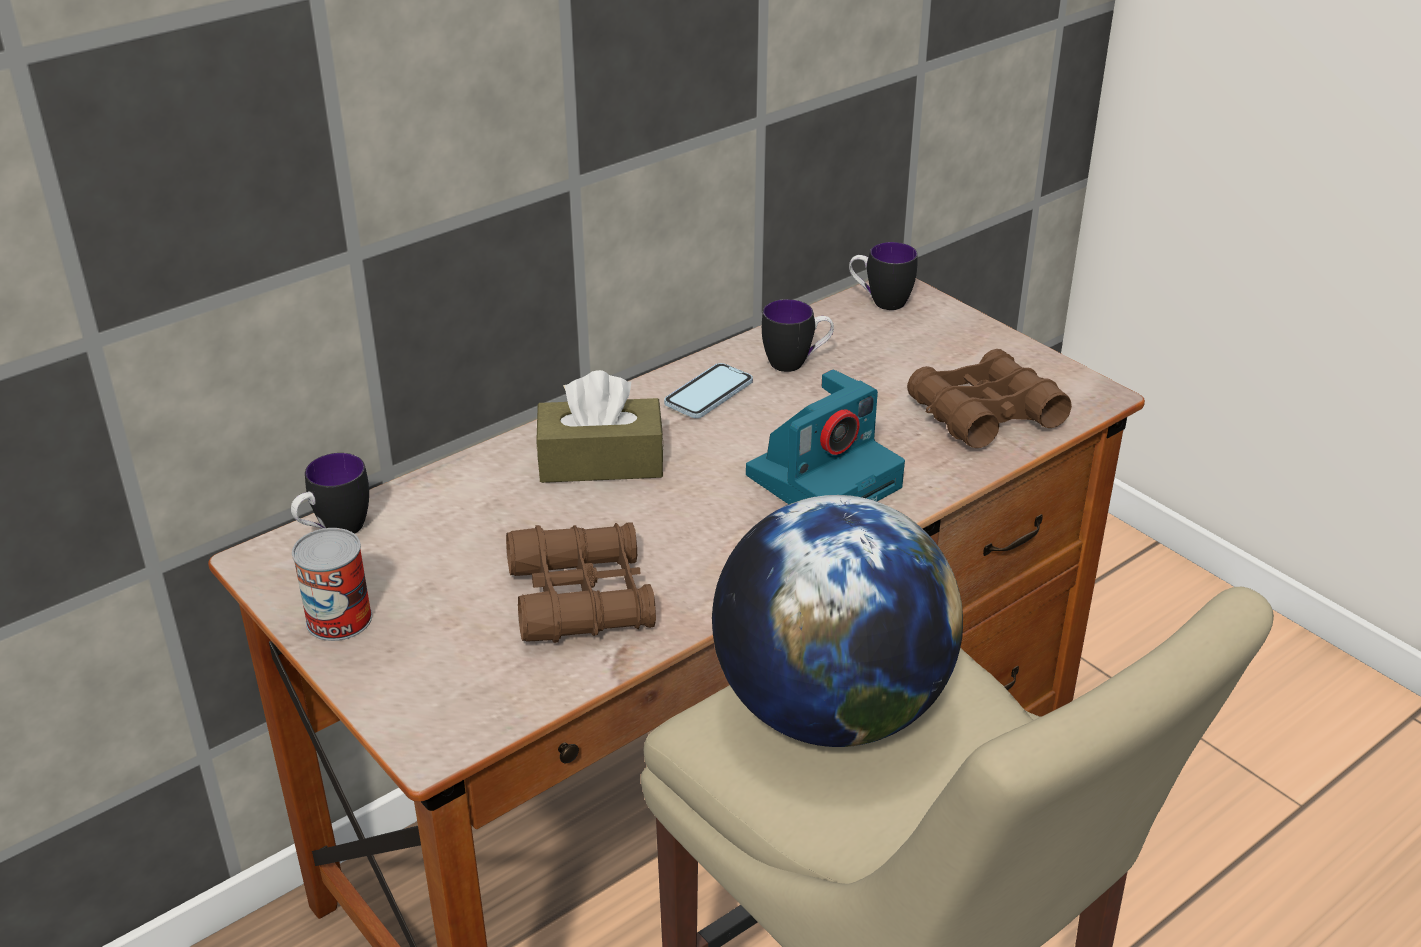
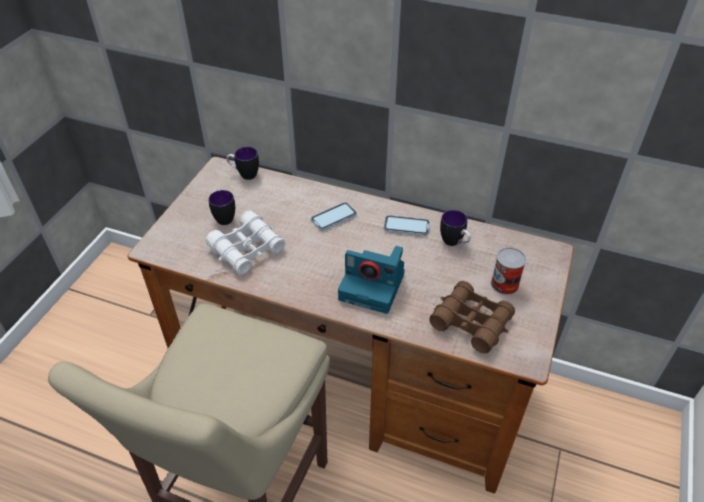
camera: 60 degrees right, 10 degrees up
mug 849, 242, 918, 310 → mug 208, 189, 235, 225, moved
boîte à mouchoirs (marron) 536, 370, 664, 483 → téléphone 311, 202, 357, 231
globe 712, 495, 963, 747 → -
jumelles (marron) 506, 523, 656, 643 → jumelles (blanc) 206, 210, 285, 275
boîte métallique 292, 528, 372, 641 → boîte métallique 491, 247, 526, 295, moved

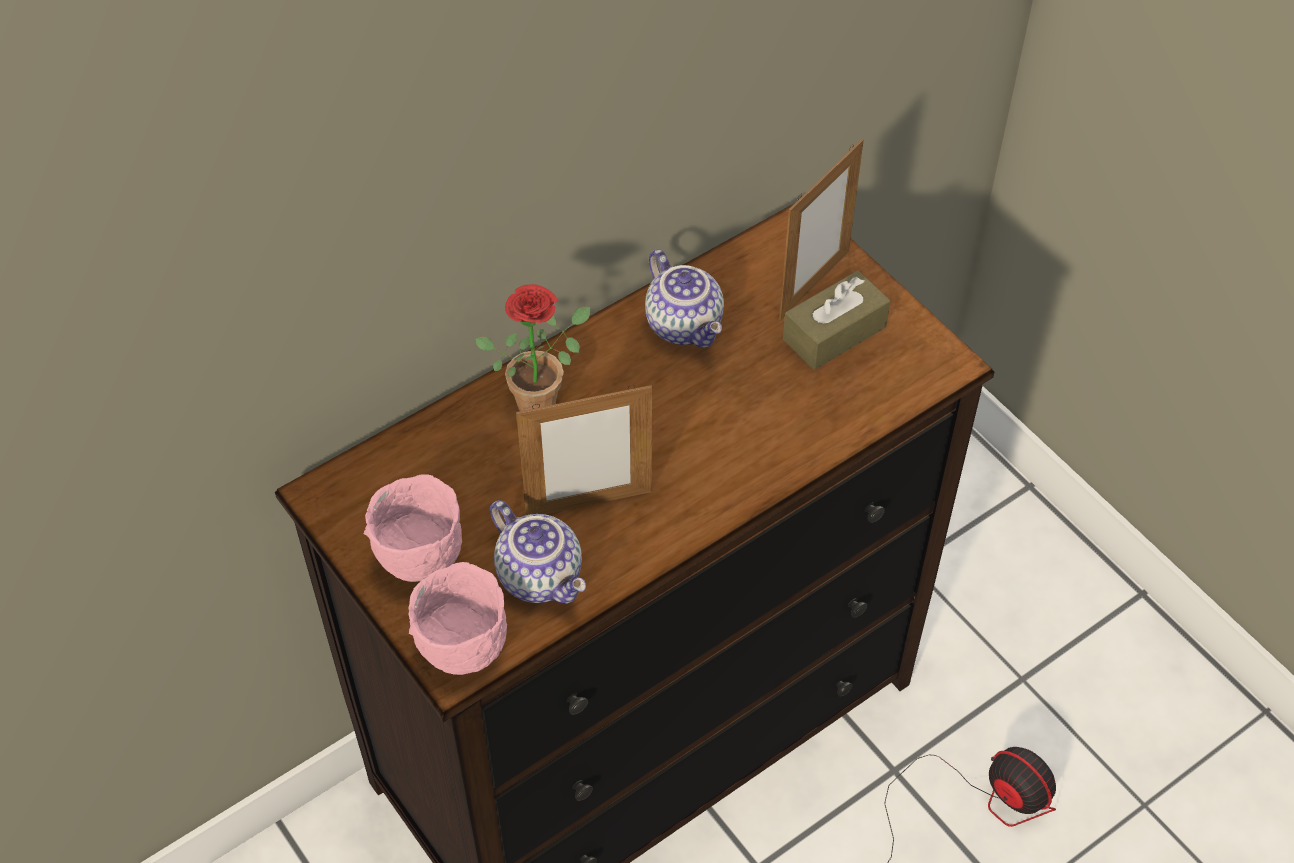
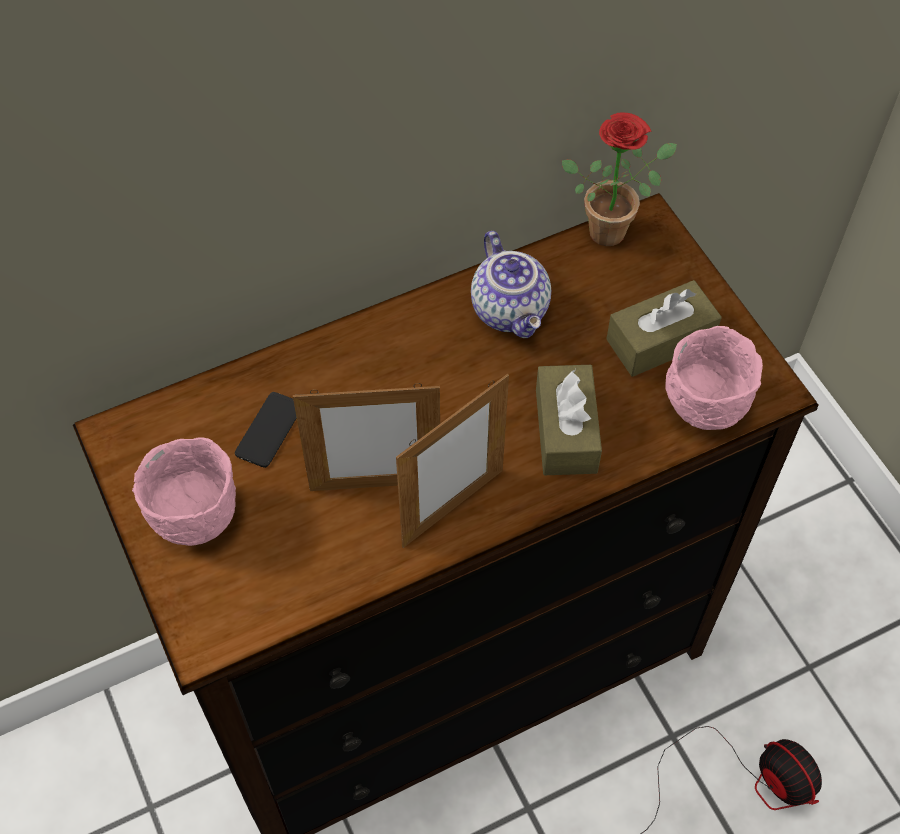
camera: 10 degrees right, 5 degrees up
cadre photo 779, 139, 864, 320 → cadre photo 396, 374, 509, 548, moved
plante en pot 475, 284, 590, 411 → plante en pot 562, 113, 677, 246, moved
théière 490, 500, 586, 604 → -
bol (rose) 408, 562, 507, 675 → bol (rose) 665, 326, 763, 430, moved
- → boîte à mouchoirs (marron) 536, 365, 602, 475
- → téléphone 235, 392, 297, 468

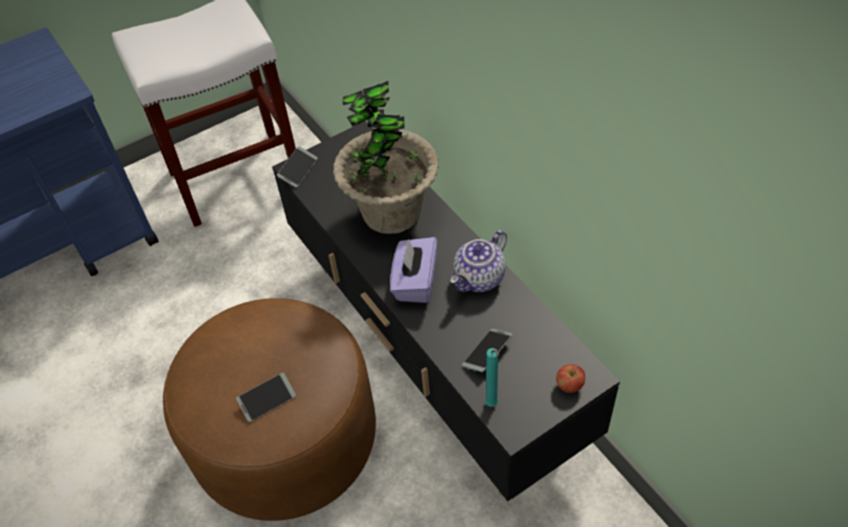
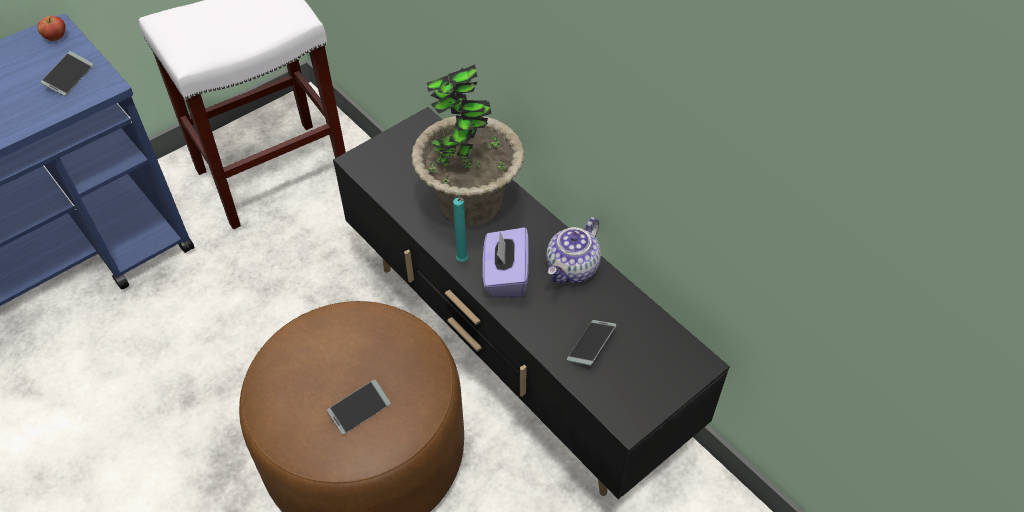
camera: 10 degrees left, 0 degrees up
téléphone 277, 146, 318, 188 → téléphone 41, 51, 93, 96, moved
bougie (turquoise) 485, 348, 499, 407 → bougie (turquoise) 453, 198, 468, 262, moved
pomme 556, 364, 585, 393 → pomme 37, 16, 66, 41, moved

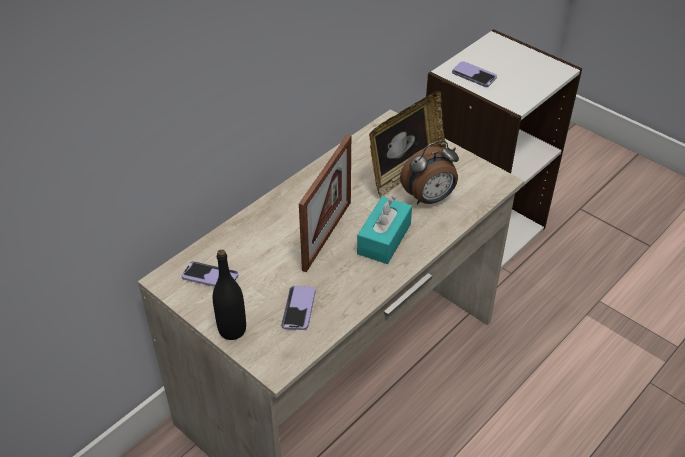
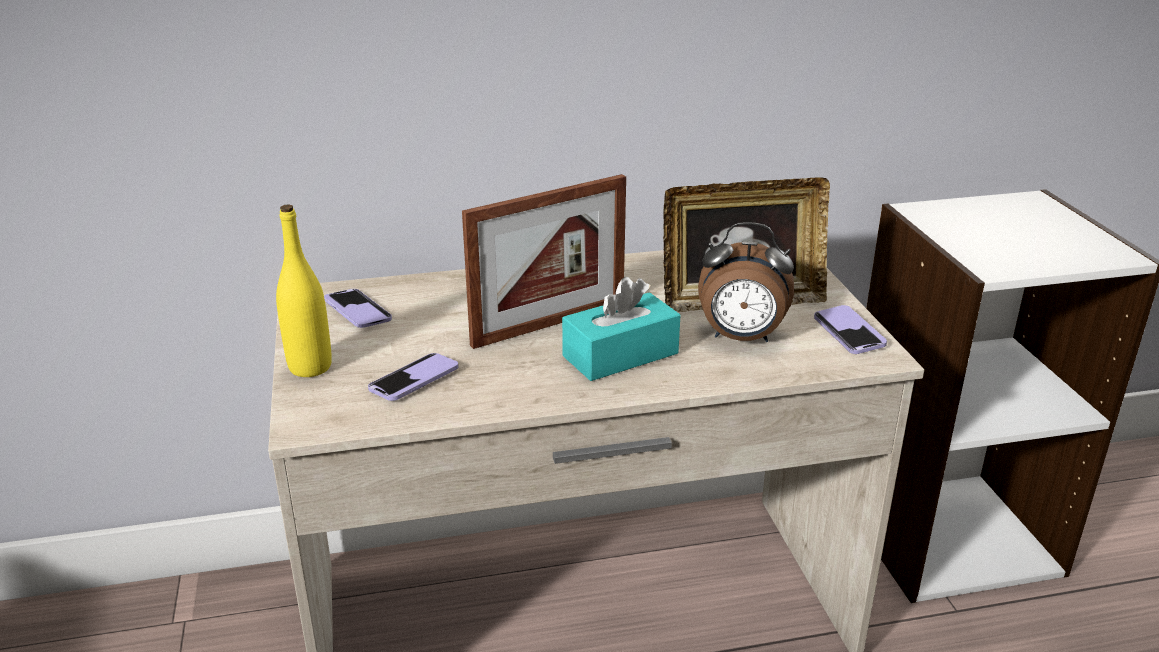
camera: 35 degrees right, 15 degrees down
téléphone 452, 61, 497, 87 → téléphone 814, 305, 887, 354, moved
bouteille (noir) 213, 250, 246, 340 → bouteille (jaune) 276, 204, 332, 377

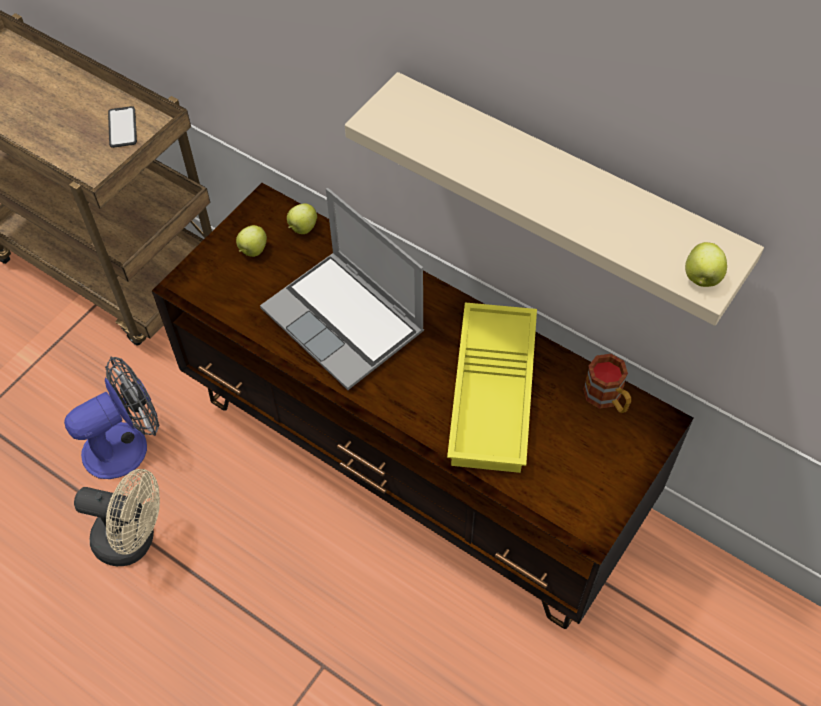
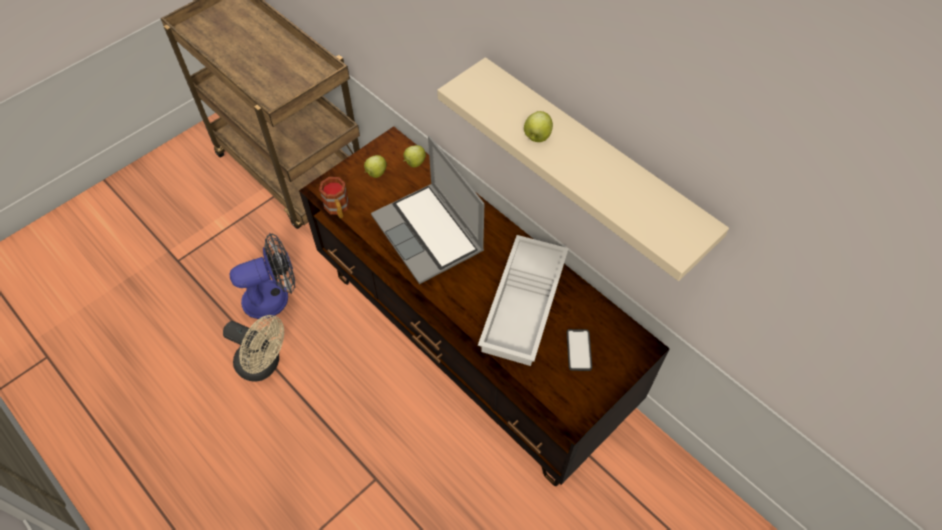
camera: 10 degrees right, 0 degrees up
téléphone 108, 106, 137, 148 → téléphone 567, 329, 592, 371, moved
pomme 685, 242, 727, 287 → pomme 524, 111, 553, 142, moved
plateau (jaune) 447, 302, 537, 473 → plateau (blanc) 478, 235, 569, 366
mug 583, 354, 631, 413 → mug 319, 177, 349, 219, moved

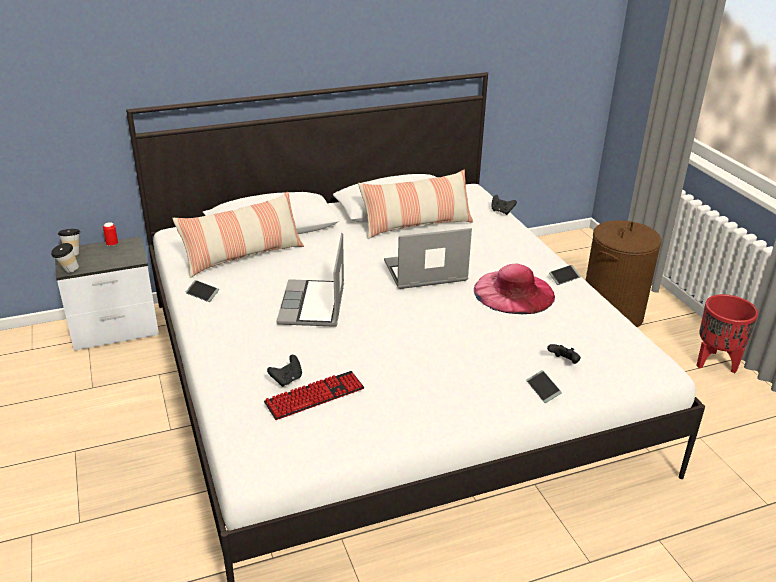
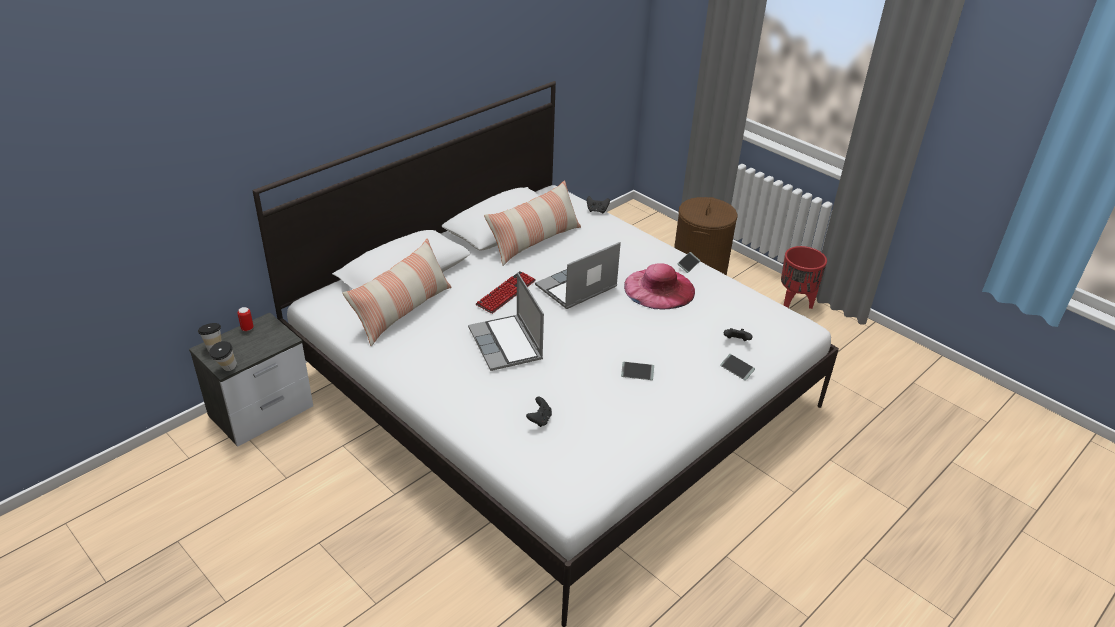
camera: 25 degrees left, 5 degrees up
téléphone 186, 280, 219, 302 → téléphone 621, 362, 654, 380, moved
clavier 264, 371, 365, 420 → clavier 476, 271, 536, 314, moved

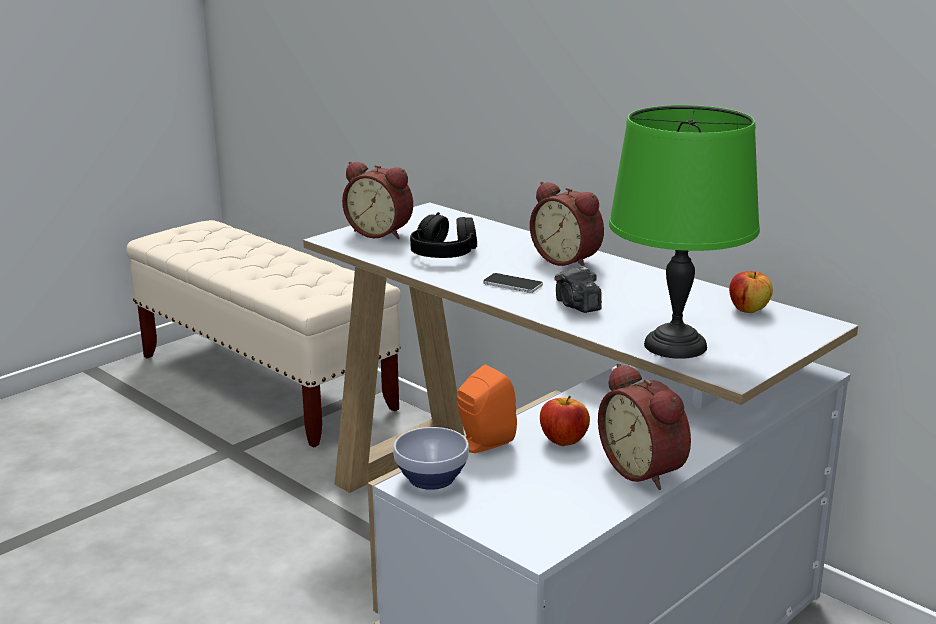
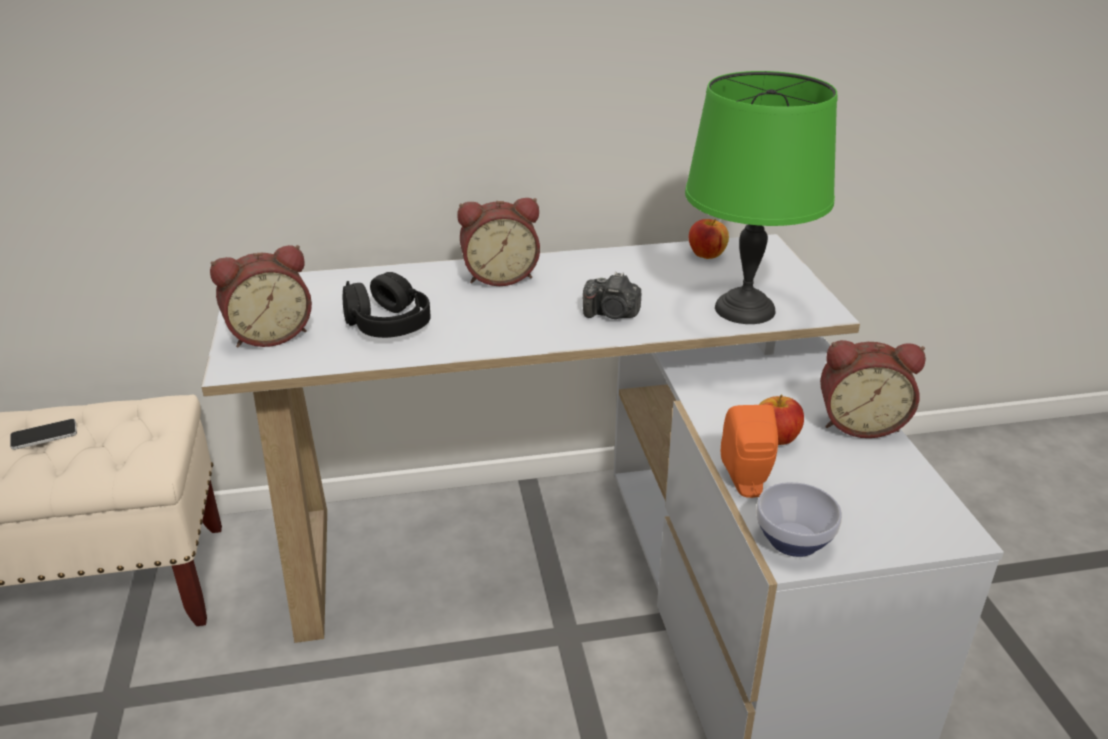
camera: 55 degrees left, 10 degrees up
téléphone 483, 273, 543, 293 → téléphone 10, 419, 77, 450, moved

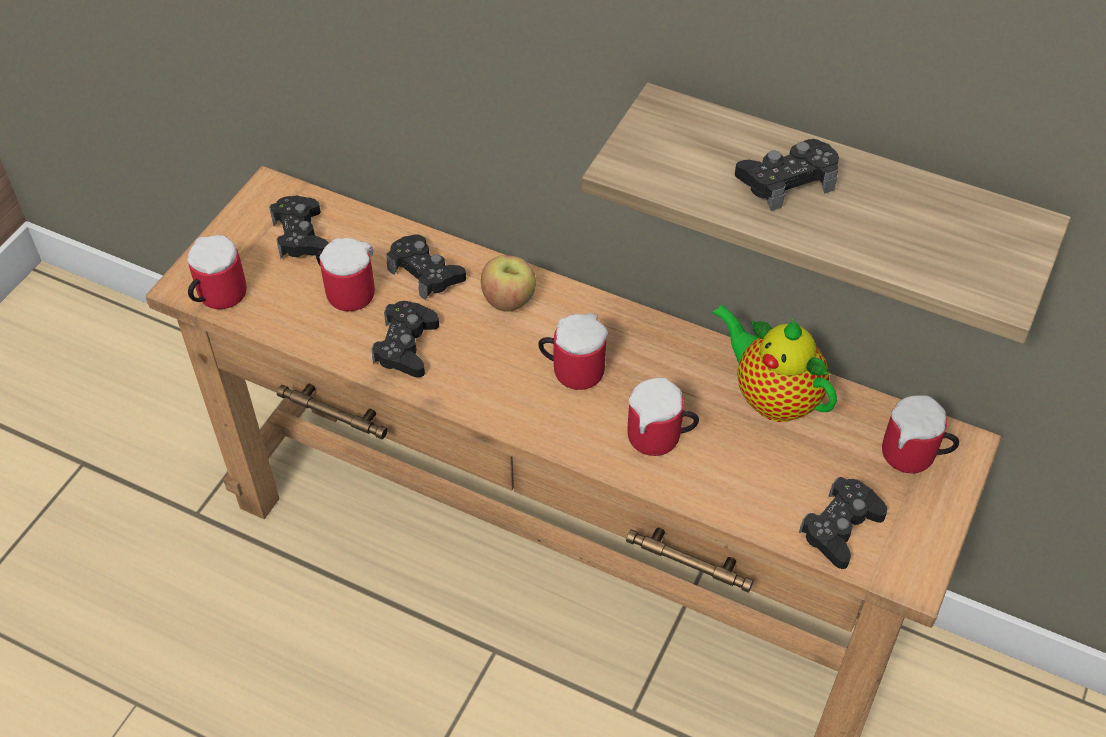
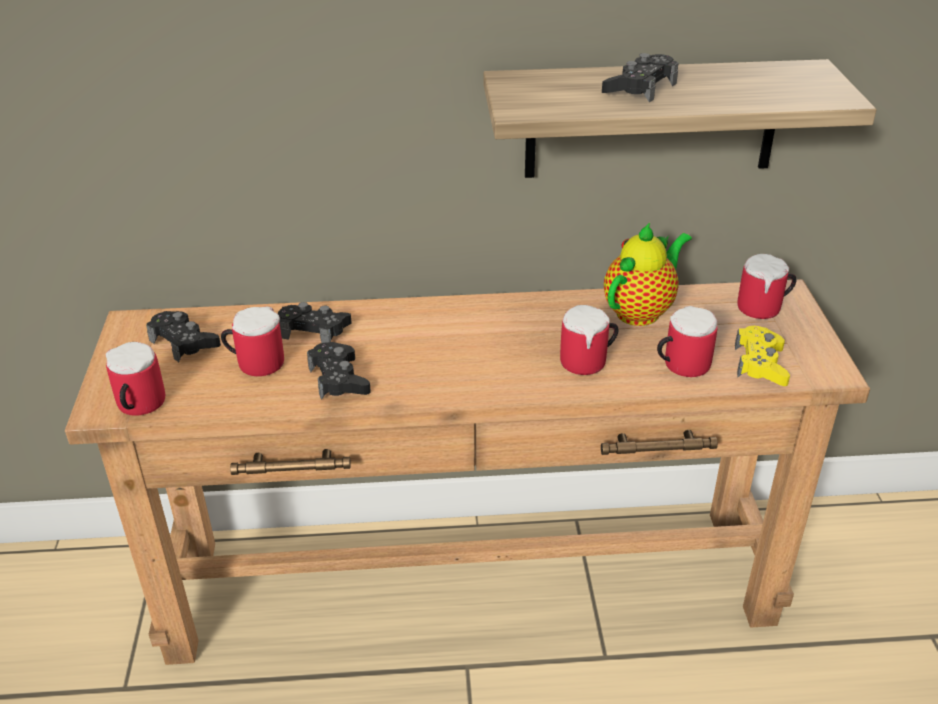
camera: 30 degrees left, 15 degrees down
pomme 481, 255, 536, 312 → -
théière 712, 304, 837, 422 → théière 604, 223, 692, 326, 120 degrees clockwise
mug 538, 313, 607, 390 → mug 657, 306, 717, 377, moved
manette (noir) 799, 477, 887, 569 → manette (jaune) 735, 326, 790, 386

